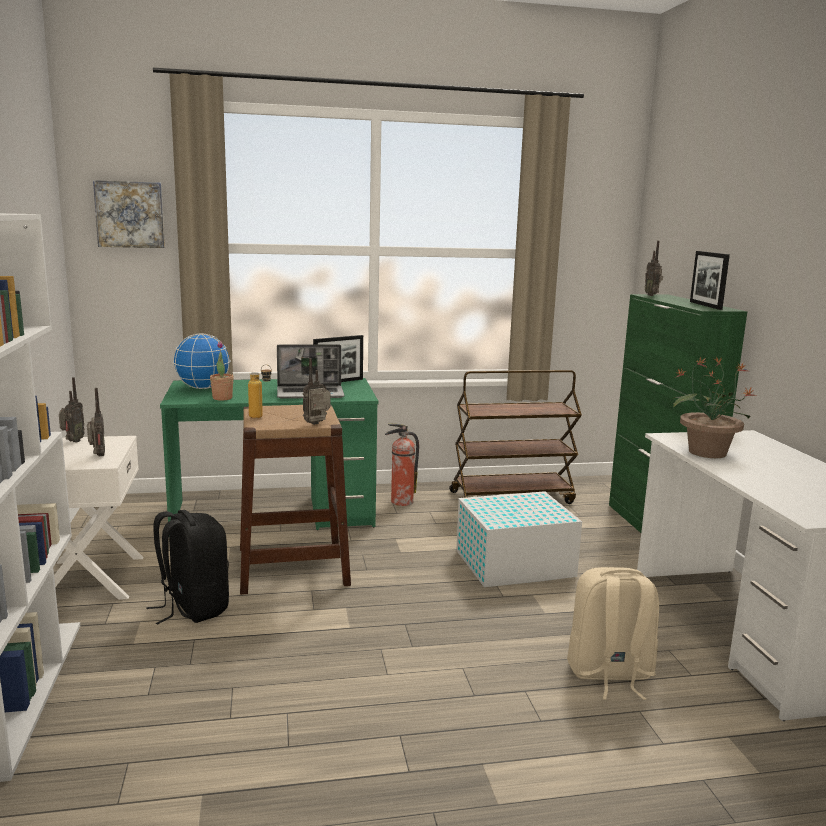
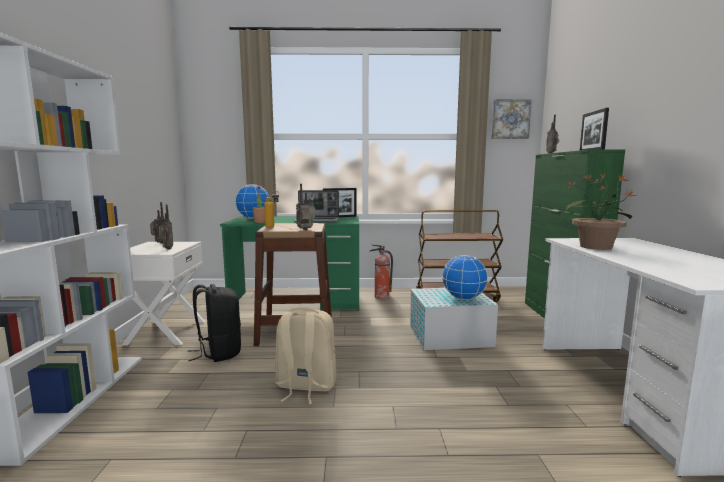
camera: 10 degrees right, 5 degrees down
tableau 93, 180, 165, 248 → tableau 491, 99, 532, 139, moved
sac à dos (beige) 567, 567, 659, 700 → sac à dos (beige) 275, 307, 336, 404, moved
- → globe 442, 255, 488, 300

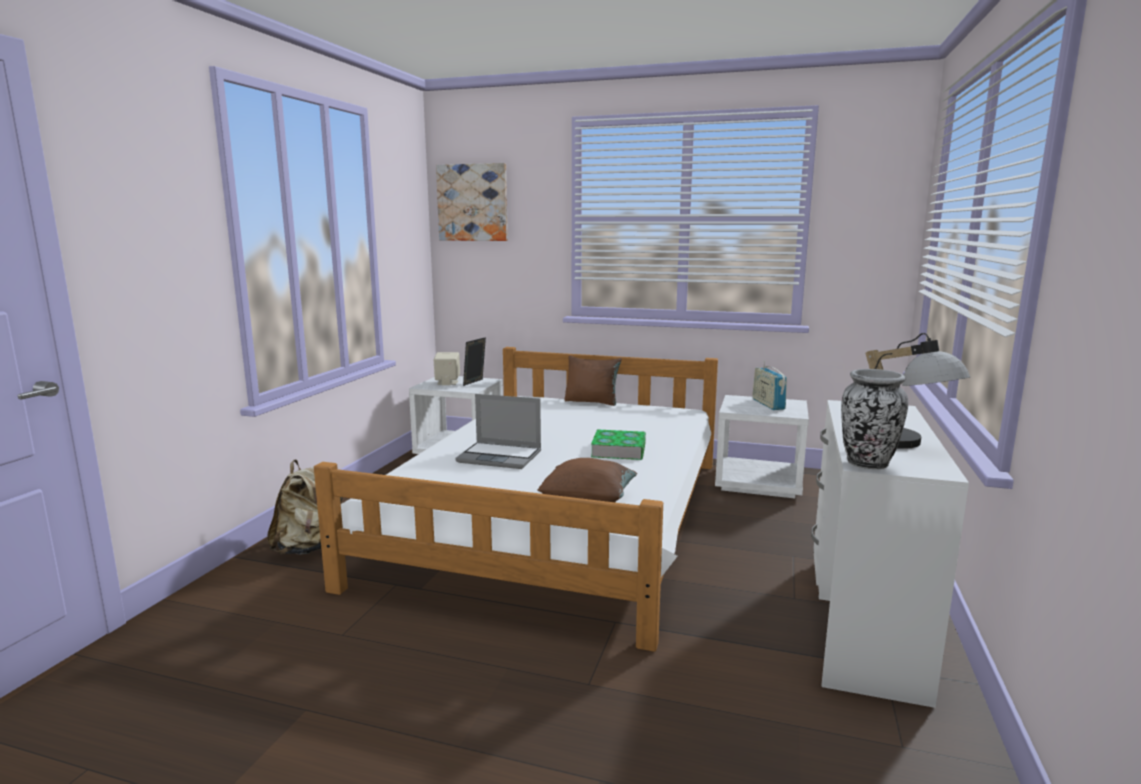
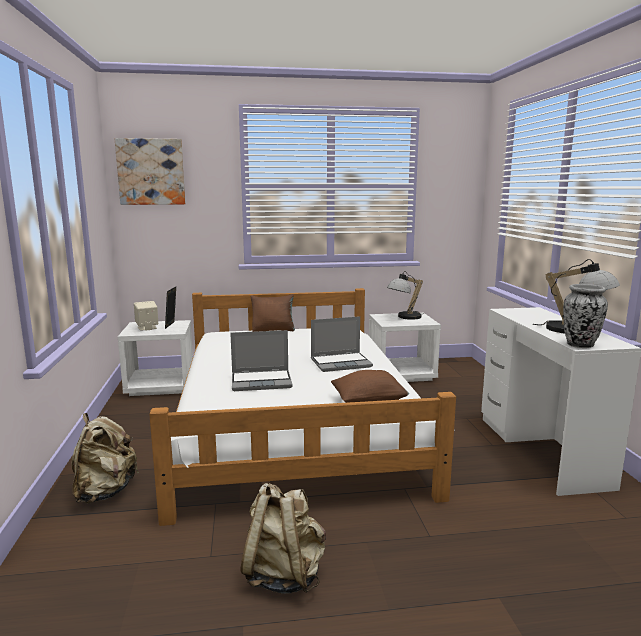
camera: 25 degrees left, 0 degrees up
radio 752, 361, 787, 410 → lampe de table 387, 271, 424, 320
livre 591, 429, 646, 460 → ordinateur portable 311, 316, 373, 372
- → sac à dos (beige) 240, 483, 326, 594

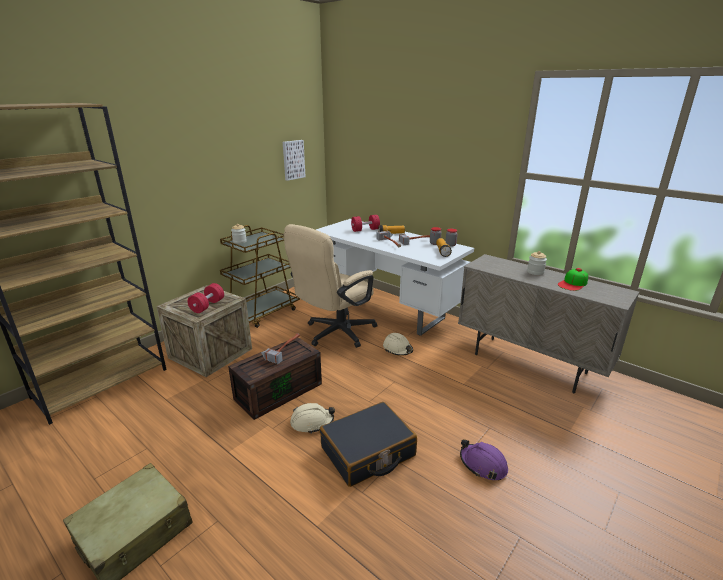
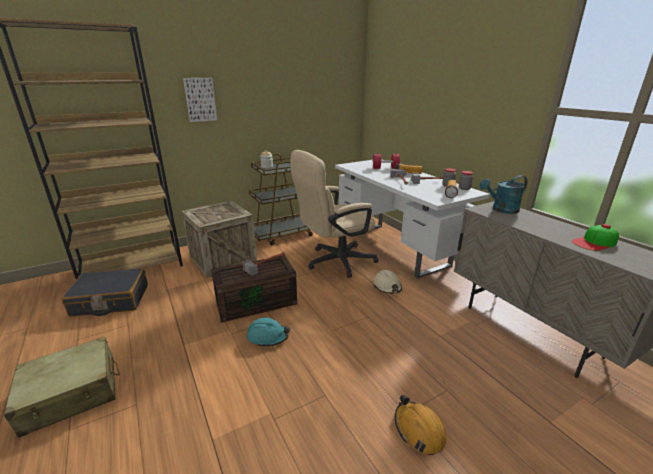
camera: 20 degrees right, 0 degrees up
tableau 283, 140, 306, 181 → tableau 183, 78, 217, 122, moved
bocal 527, 251, 547, 275 → -
haltère (rouge) 188, 283, 224, 313 → -
valise (noir) 320, 402, 417, 487 → valise (noir) 61, 268, 148, 317, moved
casque de chantier (beige) 290, 403, 335, 434 → casque de chantier (turquoise) 247, 318, 290, 347
casque de chantier (violet) 460, 439, 508, 481 → casque de chantier (orange) 395, 395, 447, 455
- → arrosoir (turquoise) 479, 175, 528, 214

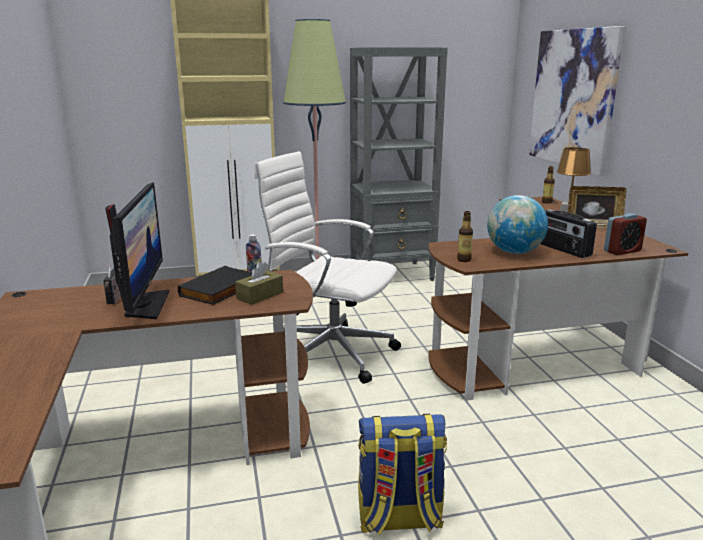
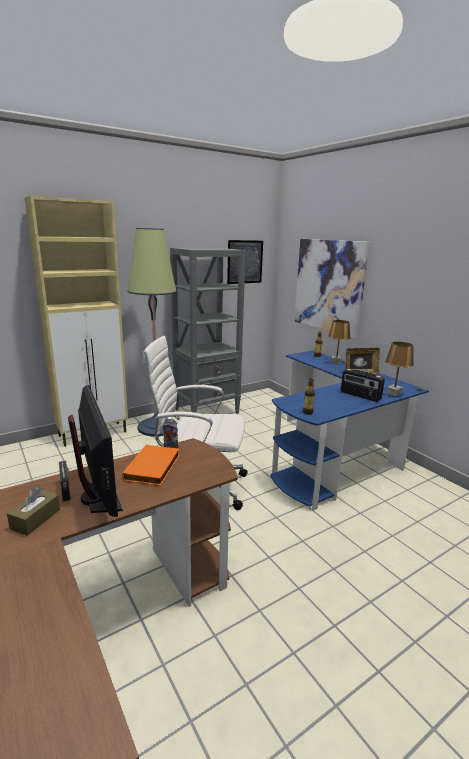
camera: 20 degrees left, 0 degrees up
globe 487, 195, 548, 254 → -
bureau (marron) 429, 197, 688, 401 → bureau (bleu) 271, 350, 429, 511
réveil 604, 213, 647, 255 → lampe de table (marron) 385, 342, 414, 396
boîte à mouchoirs (marron) 235, 261, 283, 305 → boîte à mouchoirs (marron) 7, 486, 60, 536, moved
livre (noir) 178, 266, 252, 305 → livre (orange) 122, 444, 180, 486
sac à dos 358, 414, 447, 535 → -
- → tableau 227, 240, 263, 284

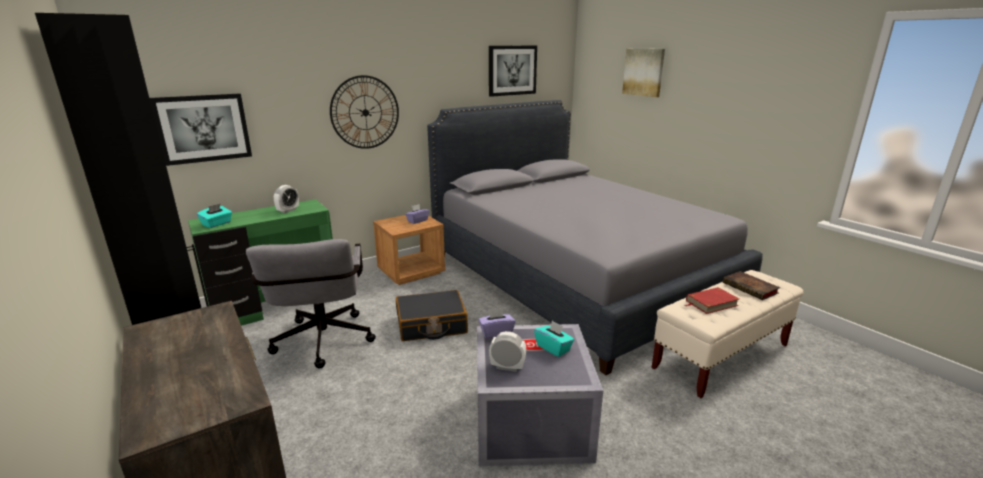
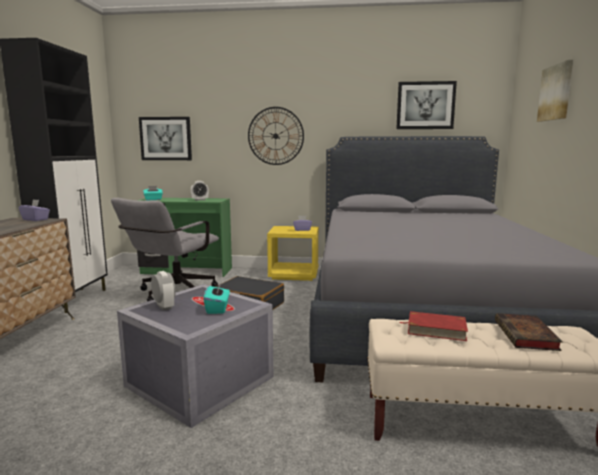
camera: 40 degrees right, 10 degrees down
table de chevet (marron) 373, 215, 446, 285 → table de chevet (jaune) 267, 226, 319, 281
boîte à mouchoirs (violet) 478, 308, 515, 339 → boîte à mouchoirs (violet) 19, 199, 50, 221, moved

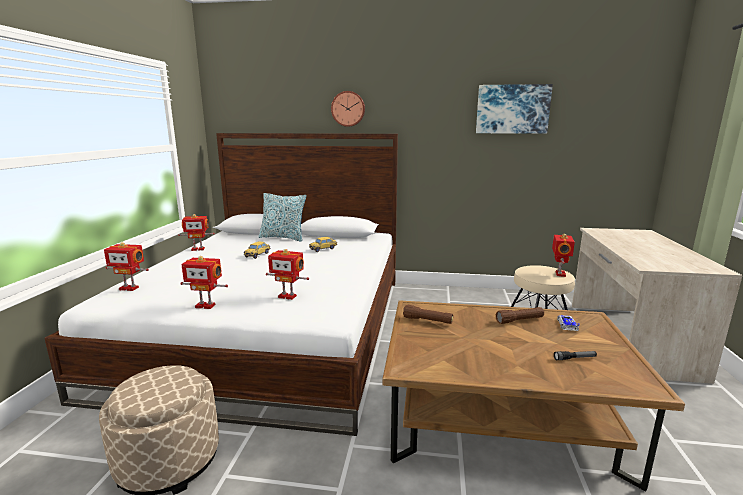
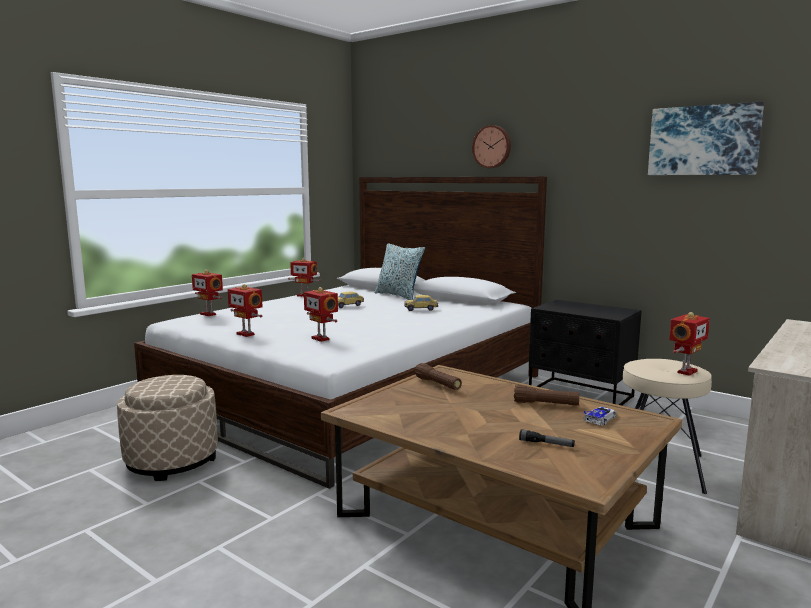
camera: 30 degrees right, 5 degrees down
- → table de chevet (noir) 529, 300, 642, 406

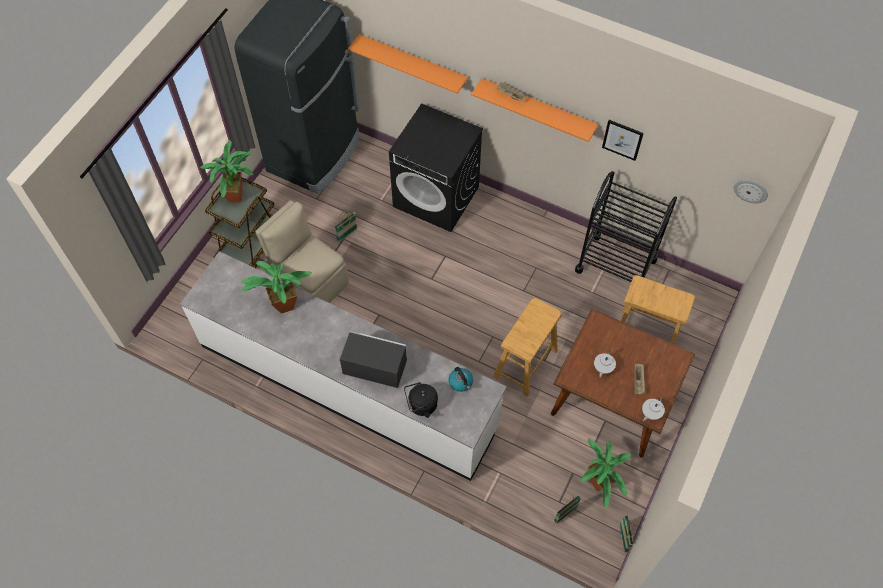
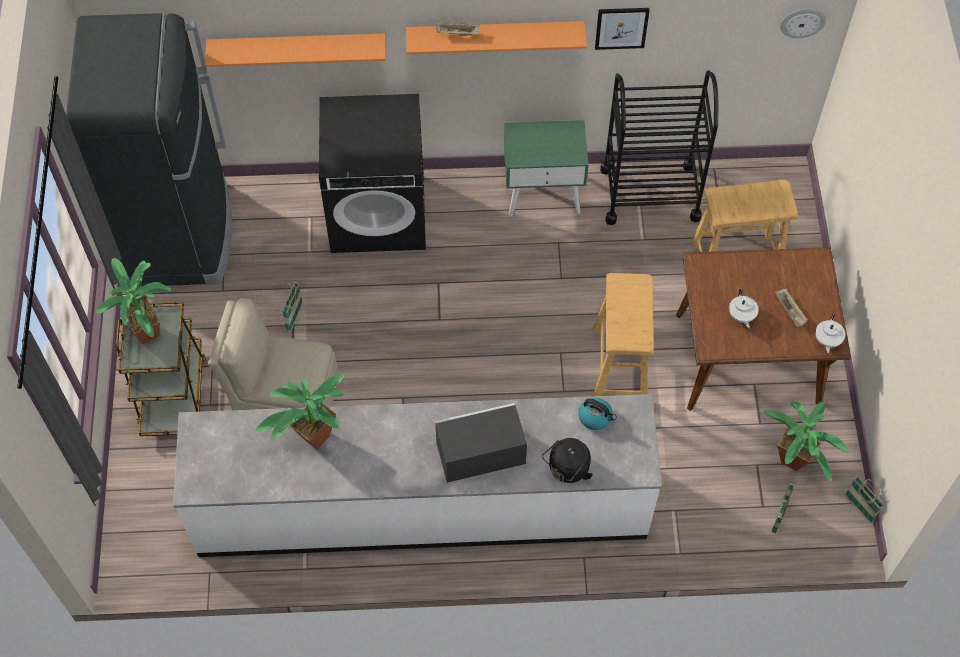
camera: 30 degrees left, 0 degrees up
- → table de chevet (vert) 504, 120, 589, 216

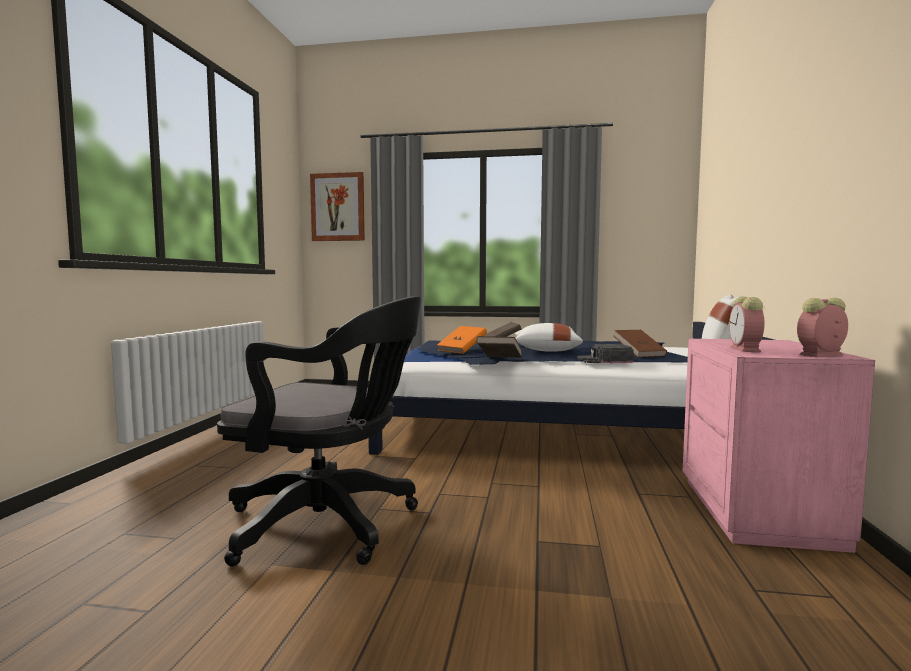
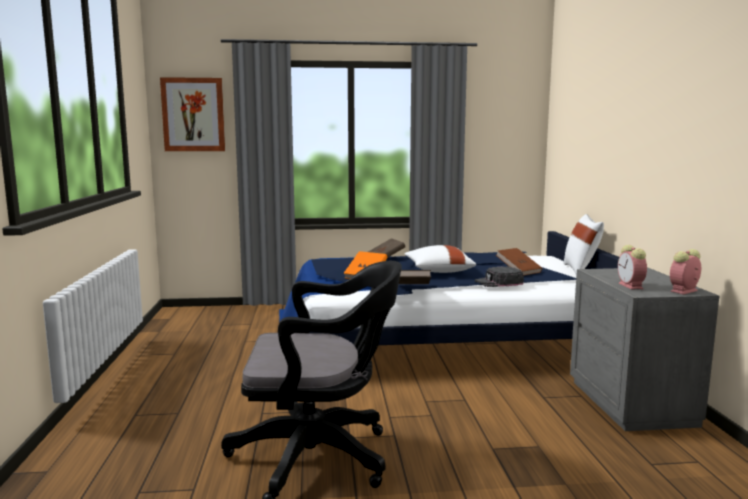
camera: 15 degrees left, 5 degrees up
table de chevet (rose) 683, 339, 875, 553 → table de chevet (gris) 570, 268, 719, 431

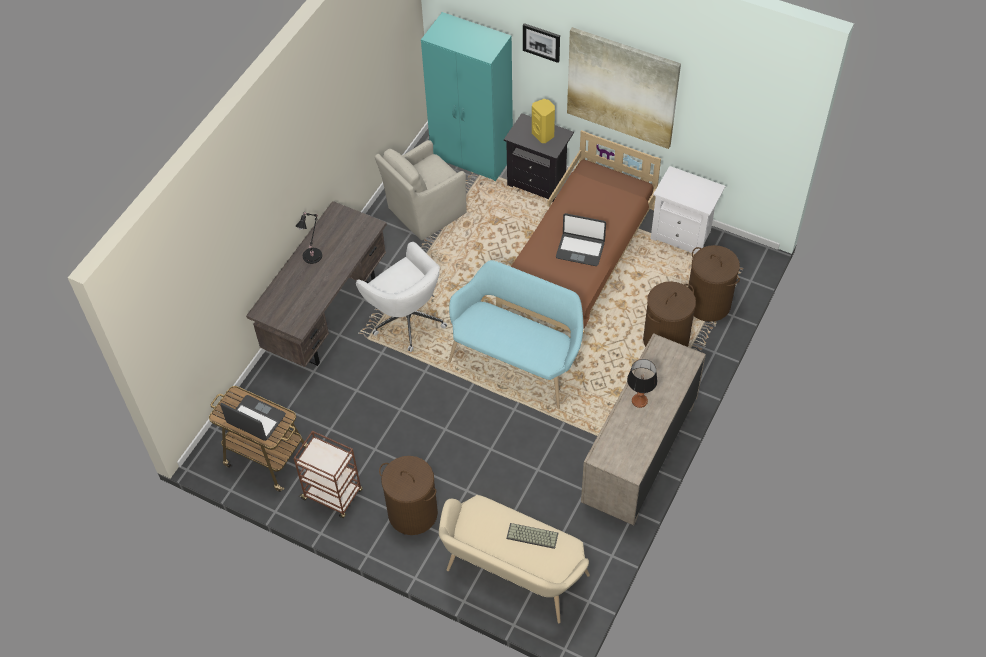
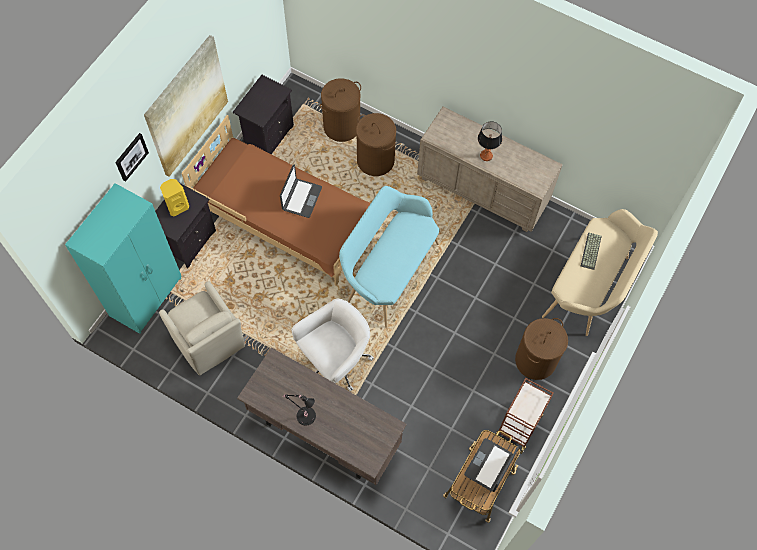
camera: 90 degrees left, 10 degrees up
table de chevet (blanc) 651, 166, 725, 254 → table de chevet (noir) 233, 75, 294, 154

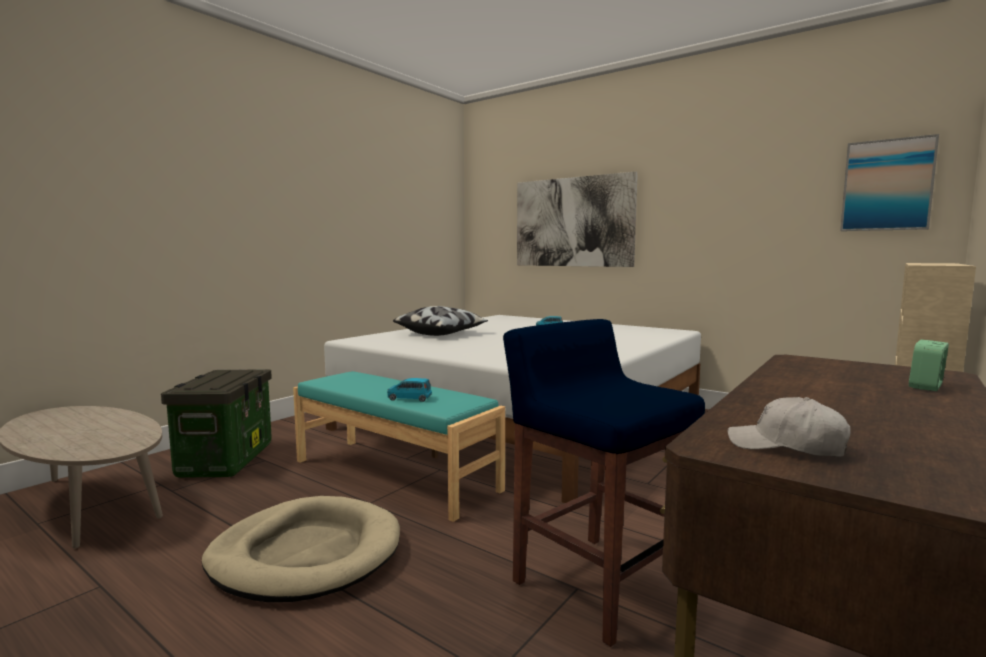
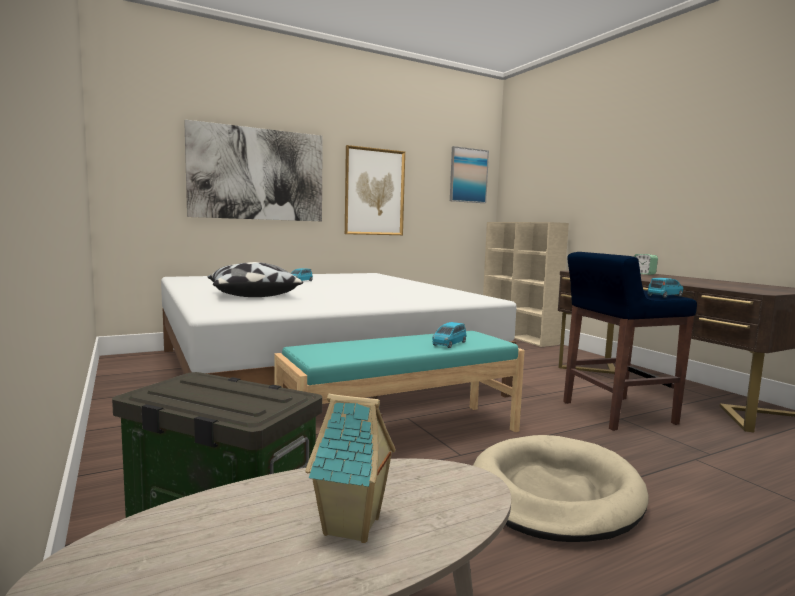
camera: 65 degrees left, 0 degrees up
casquette (blanc) 728, 397, 851, 457 → -
- → tableau 345, 145, 405, 235
- → petite voiture (bleu) 648, 278, 684, 298
- → maison miniature 305, 394, 396, 543

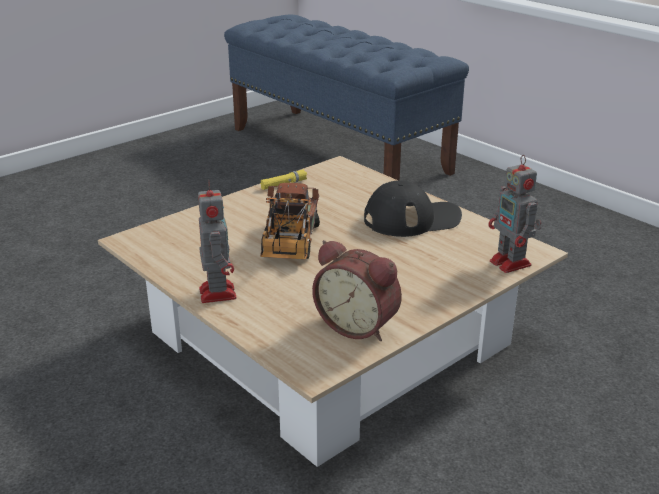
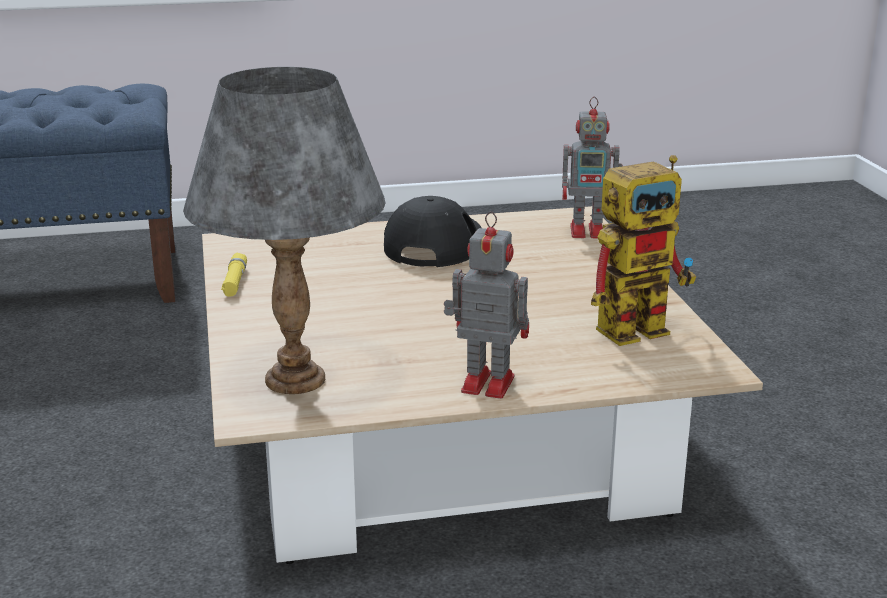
camera: 60 degrees left, 5 degrees down
camion jouet 260, 183, 320, 259 → -
réveil 312, 240, 402, 341 → robot jouet 591, 155, 697, 346
- → lampe de table (gris) 183, 67, 386, 394

